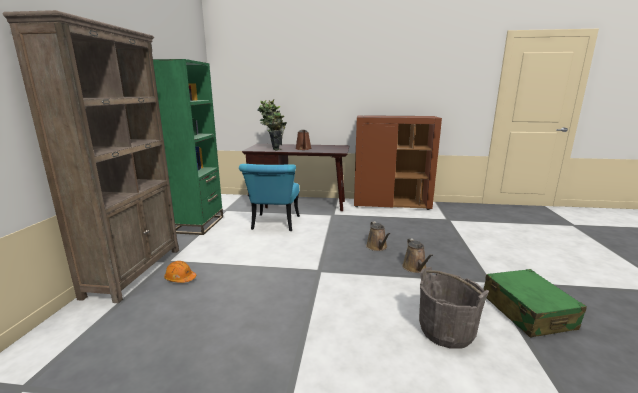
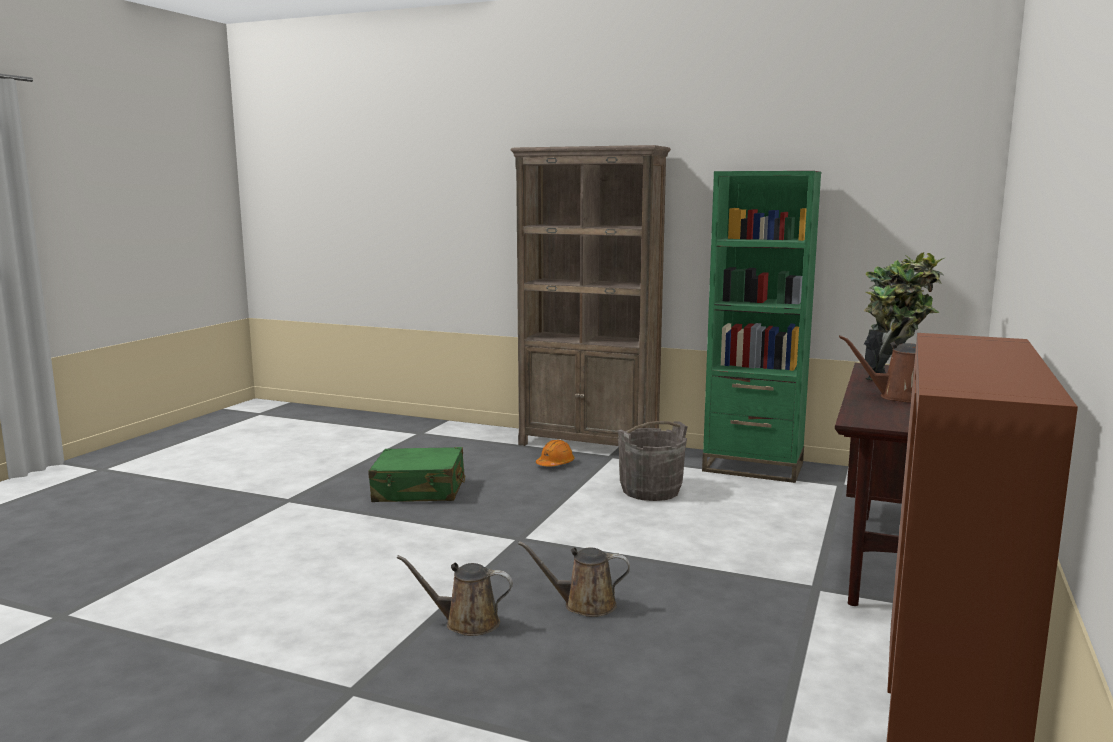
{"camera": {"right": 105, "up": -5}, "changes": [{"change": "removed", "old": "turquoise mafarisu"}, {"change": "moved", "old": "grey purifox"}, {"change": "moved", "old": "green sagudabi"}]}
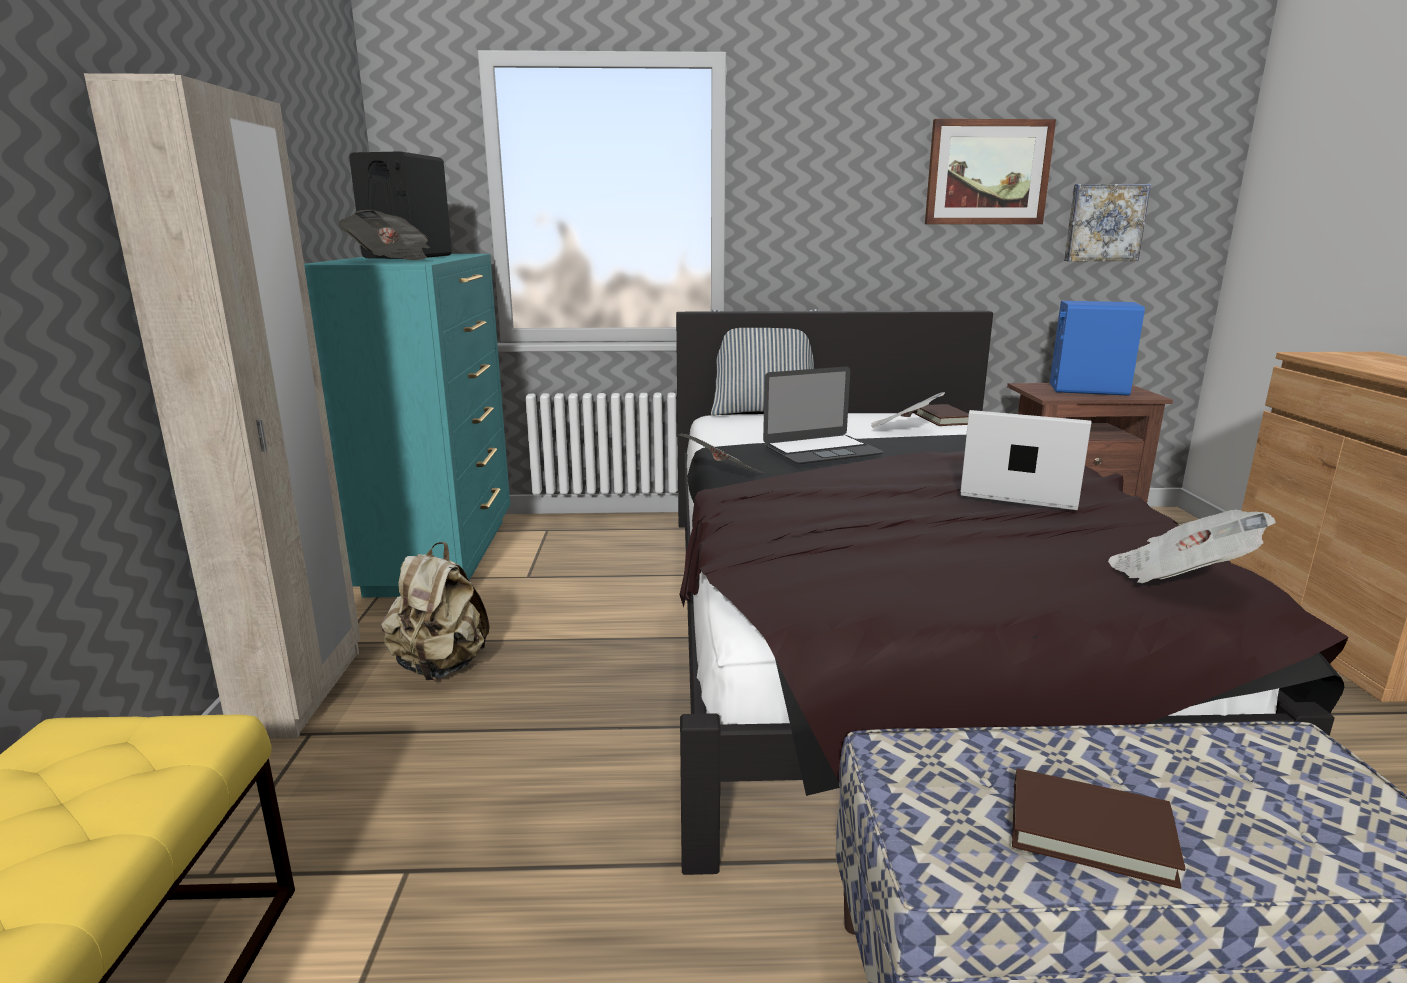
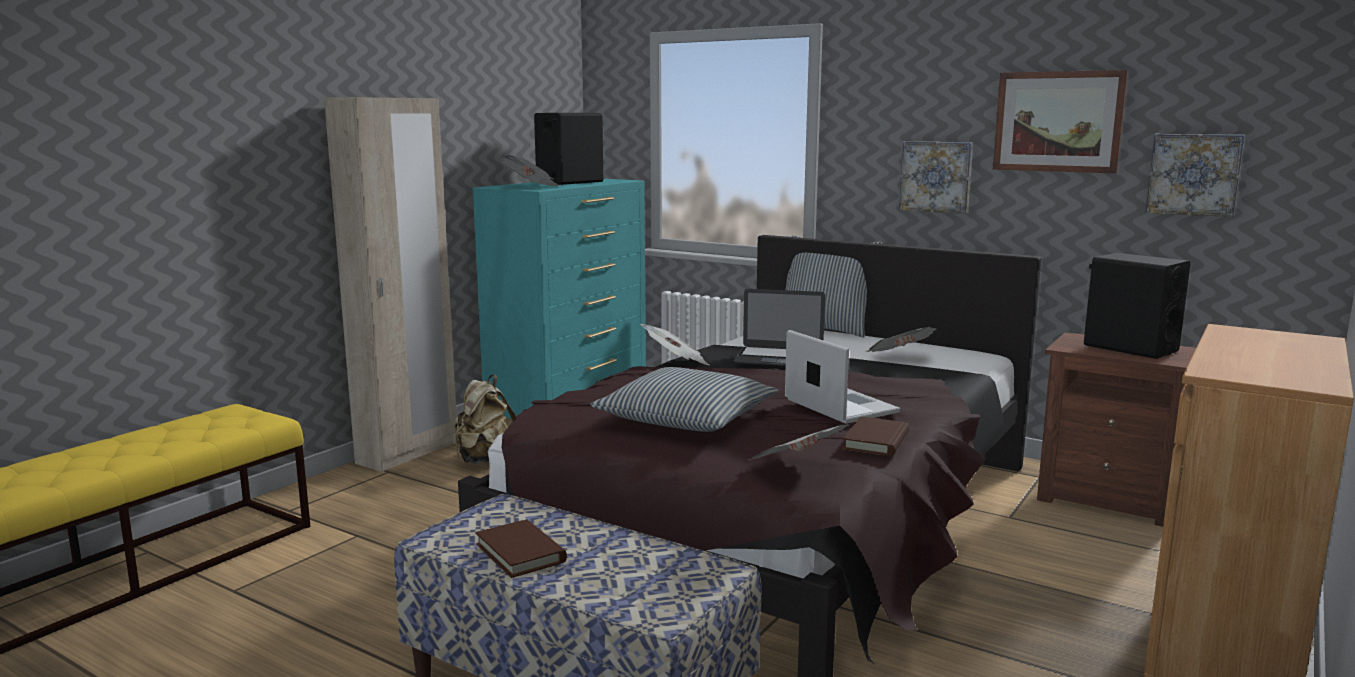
{"camera": {"right": 35, "up": -5}, "changes": [{"change": "recoloured", "old": "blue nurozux", "new": "black nurozux (2nd from left)"}, {"change": "moved", "old": "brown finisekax (1st from left in the first image)", "new": "brown finisekax (2nd from left)"}, {"change": "added", "new": "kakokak (1st from left)"}, {"change": "added", "new": "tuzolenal (1st from left)"}]}
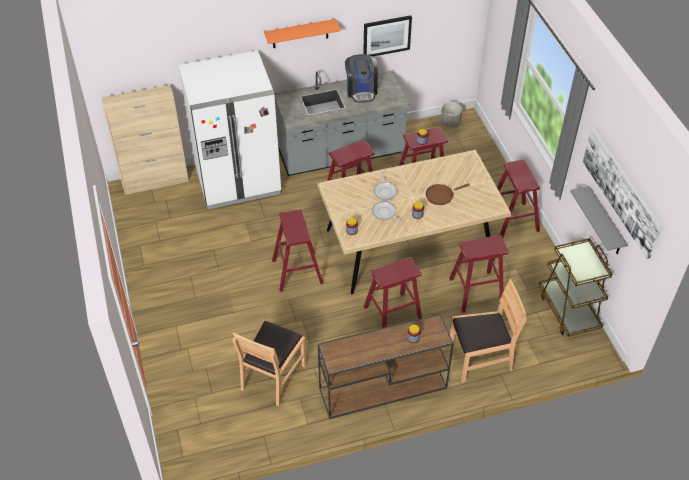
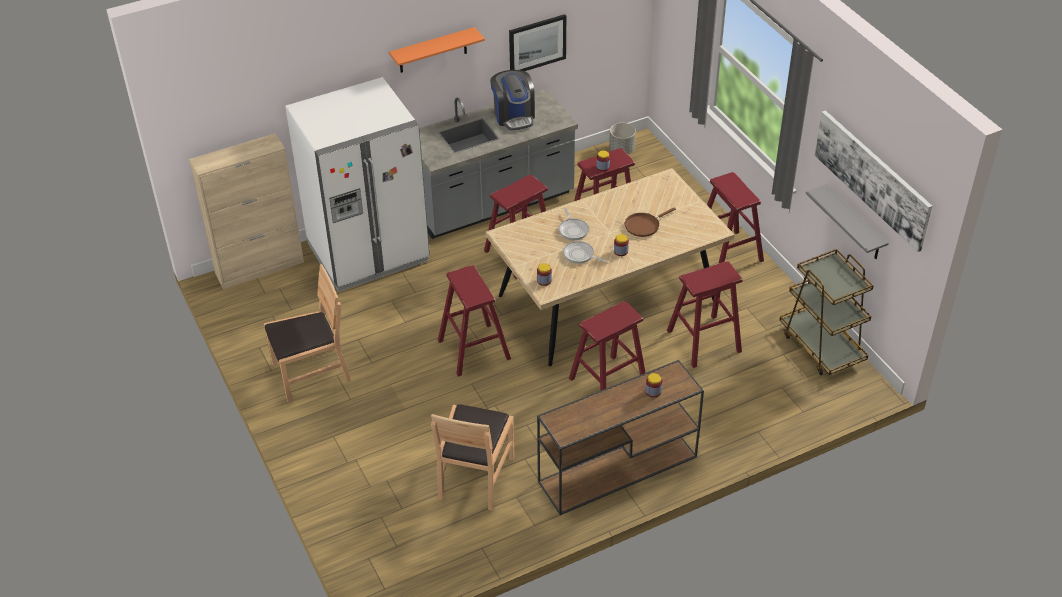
{"camera": {"right": -10, "up": -5}, "changes": [{"change": "moved", "old": "brown mafarisu (2nd from left in the first image)", "new": "brown mafarisu (1st from left)"}]}
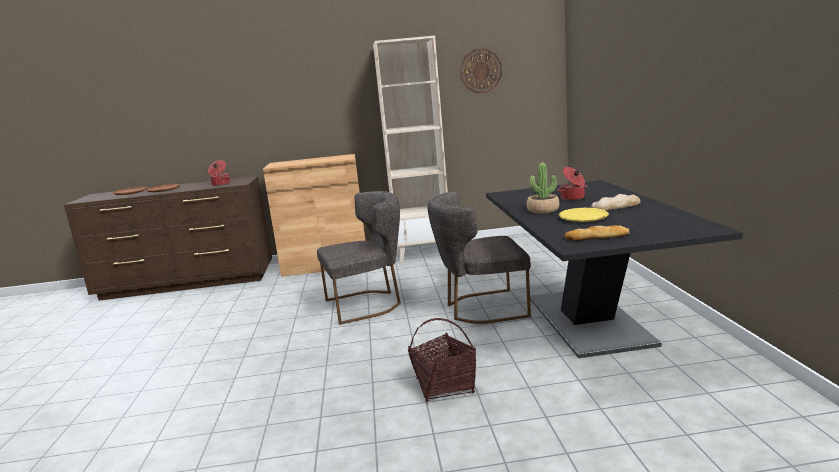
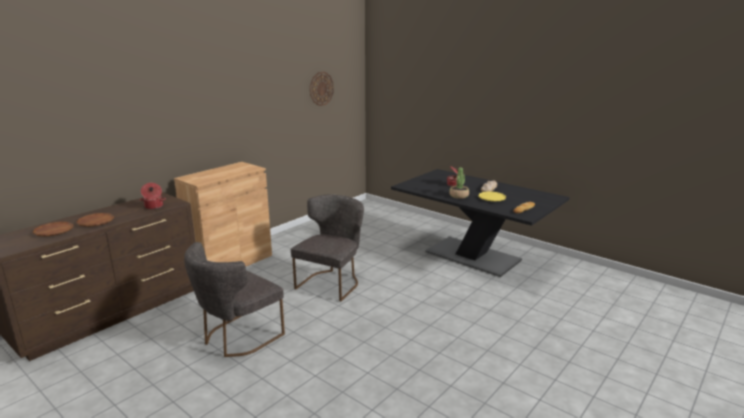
{"camera": {"right": -45, "up": 5}, "changes": [{"change": "removed", "old": "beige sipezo"}, {"change": "moved", "old": "grey mafarisu (2nd from left in the first image)", "new": "grey mafarisu (1st from left)"}, {"change": "removed", "old": "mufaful"}]}
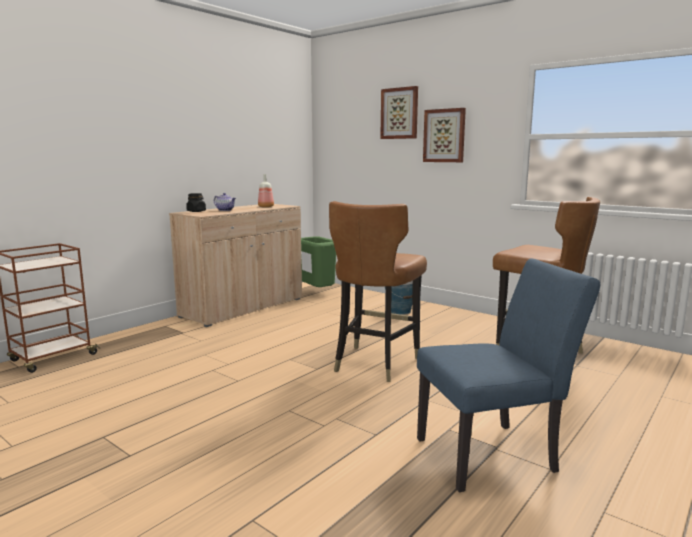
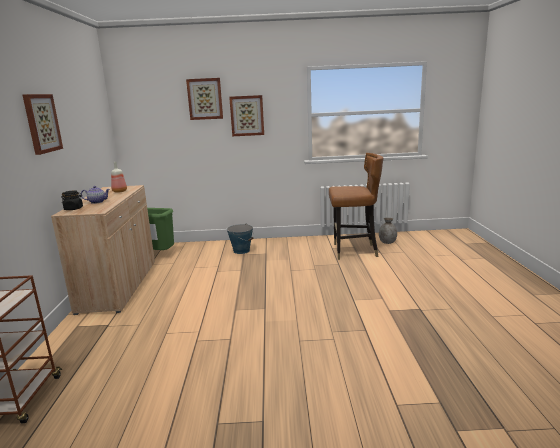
{"camera": {"right": -40, "up": 5}, "changes": [{"change": "removed", "old": "brown mafarisu (1st from left)"}, {"change": "removed", "old": "blue mafarisu"}, {"change": "added", "new": "kakokak (1st from left)"}, {"change": "added", "new": "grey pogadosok"}]}
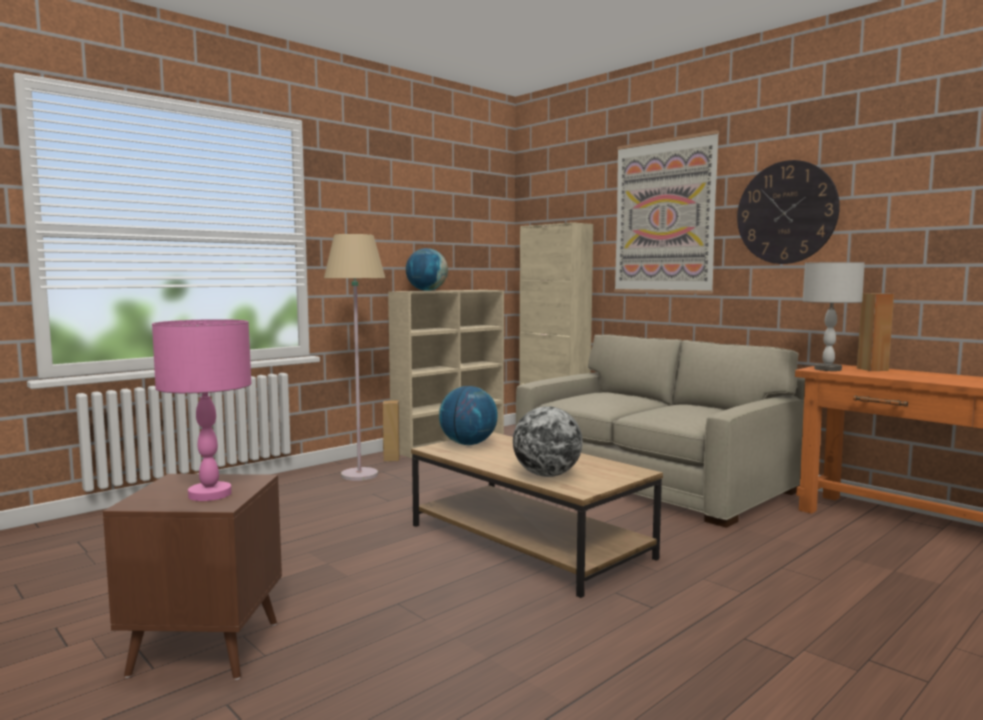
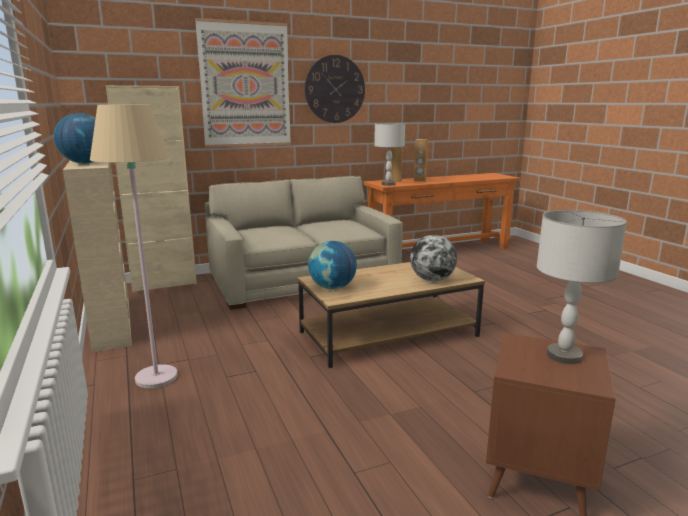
{"camera": {"right": -70, "up": 10}, "changes": [{"change": "recoloured", "old": "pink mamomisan", "new": "grey mamomisan (2nd from left)"}, {"change": "moved", "old": "brown nurozux (1st from left in the first image)", "new": "brown nurozux (2nd from left)"}]}
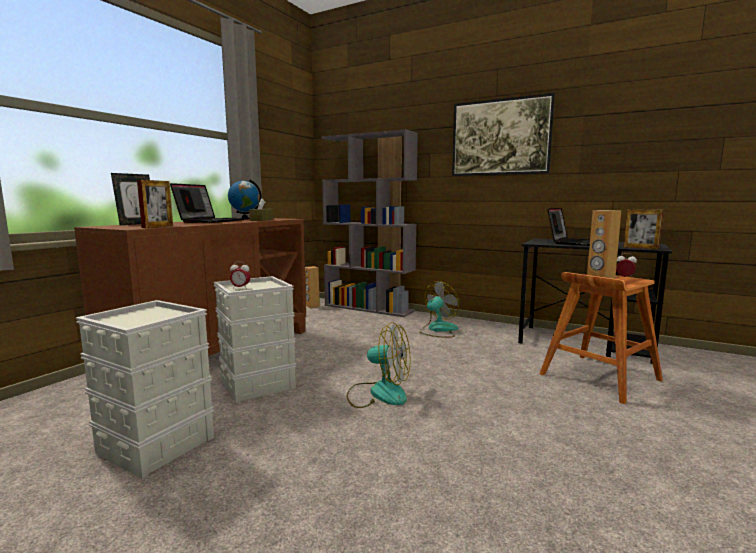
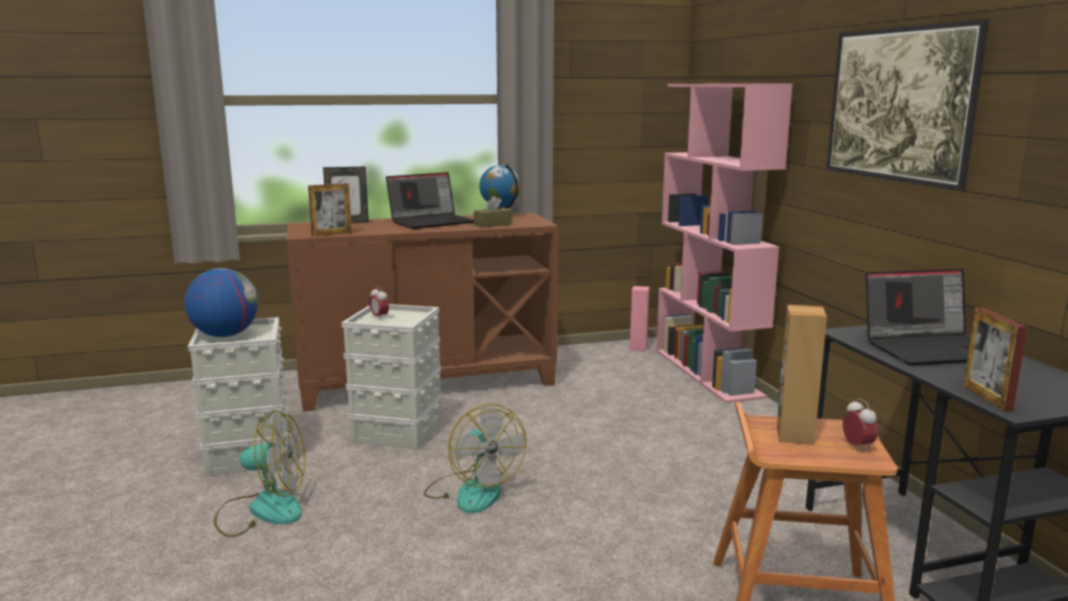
{"camera": {"right": 45, "up": 5}, "changes": [{"change": "recoloured", "old": "grey sipezo", "new": "pink sipezo"}, {"change": "recoloured", "old": "brown nurozux (1st from left)", "new": "pink nurozux"}, {"change": "moved", "old": "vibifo (2nd from left in the first image)", "new": "vibifo (1st from left)"}, {"change": "added", "new": "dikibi (1st from left)"}]}
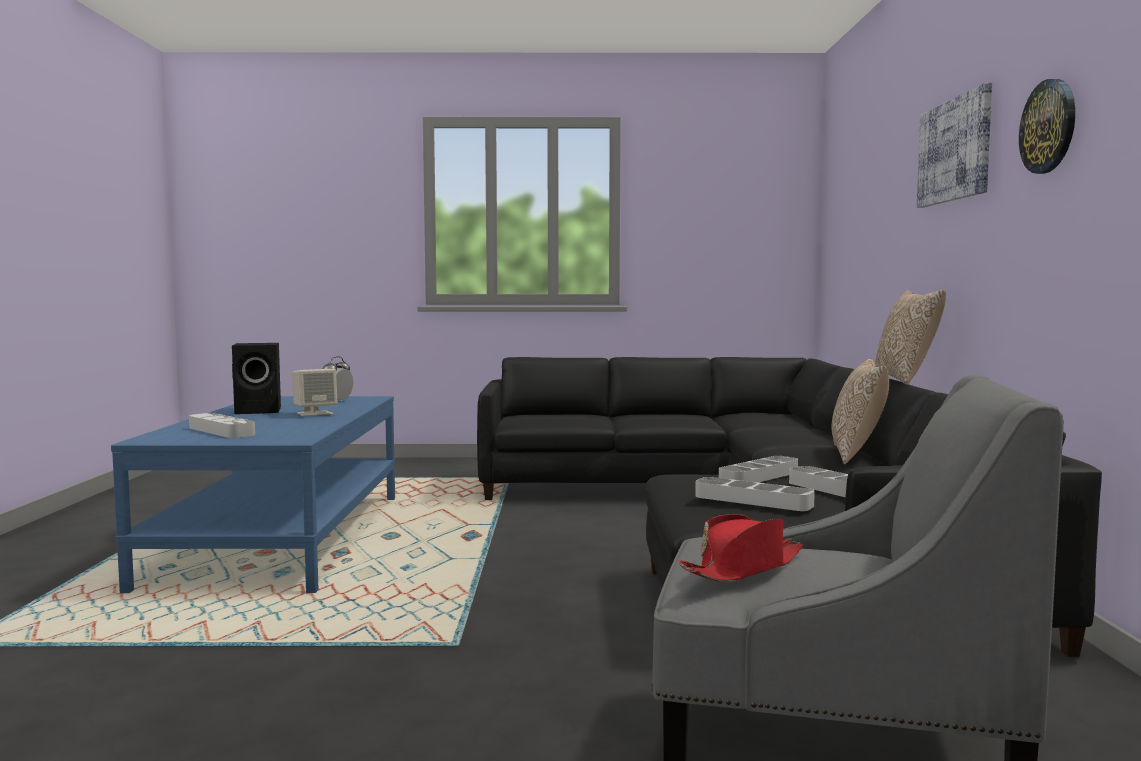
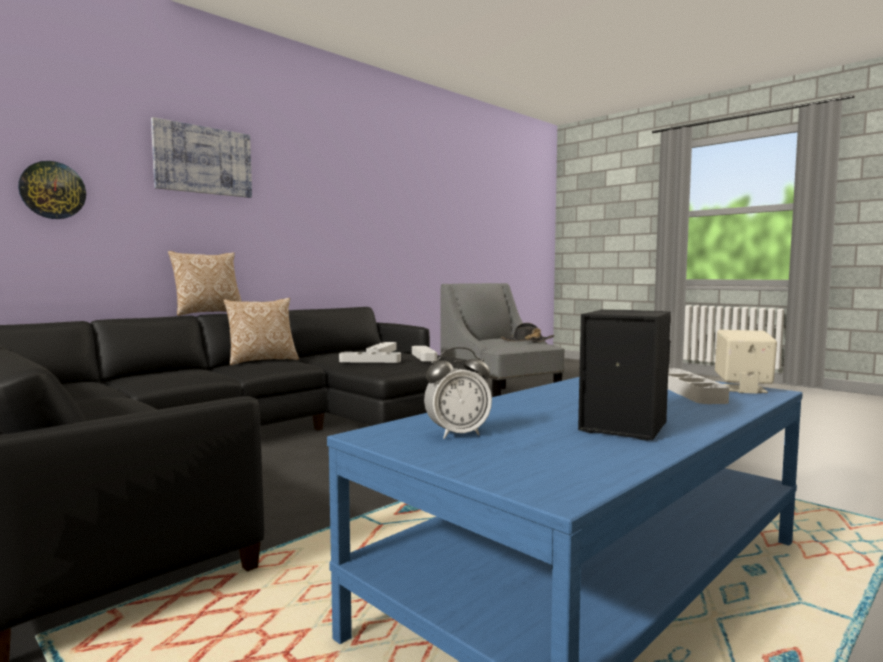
{"camera": {"right": -135, "up": 0}, "changes": [{"change": "moved", "old": "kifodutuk"}, {"change": "moved", "old": "beige nurozux"}, {"change": "recoloured", "old": "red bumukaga", "new": "black bumukaga"}]}
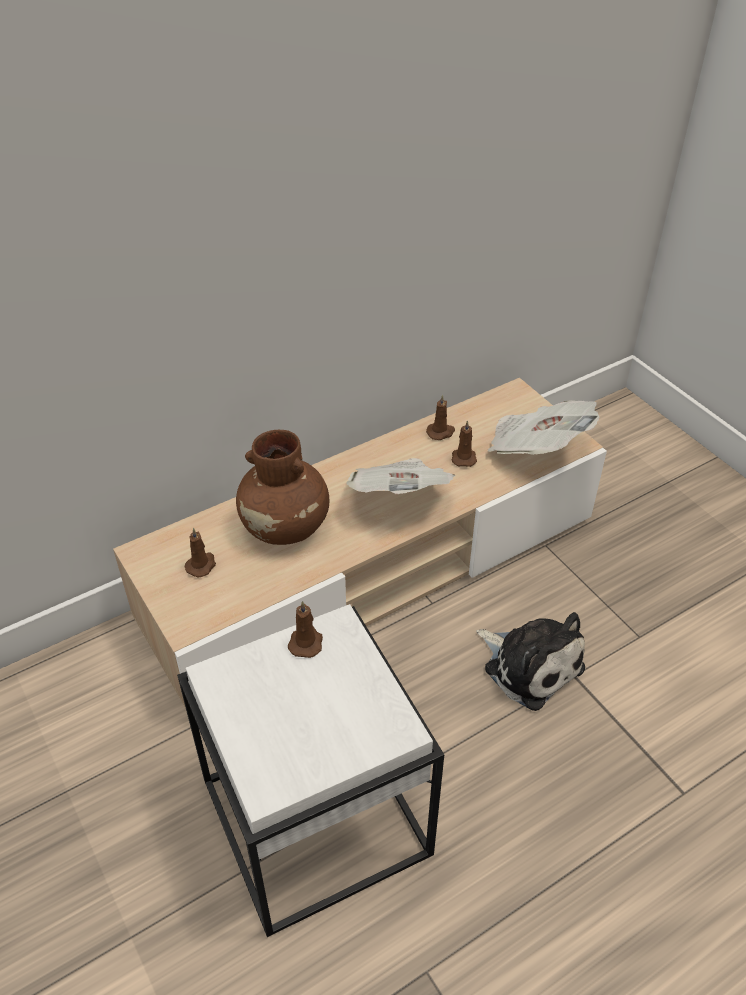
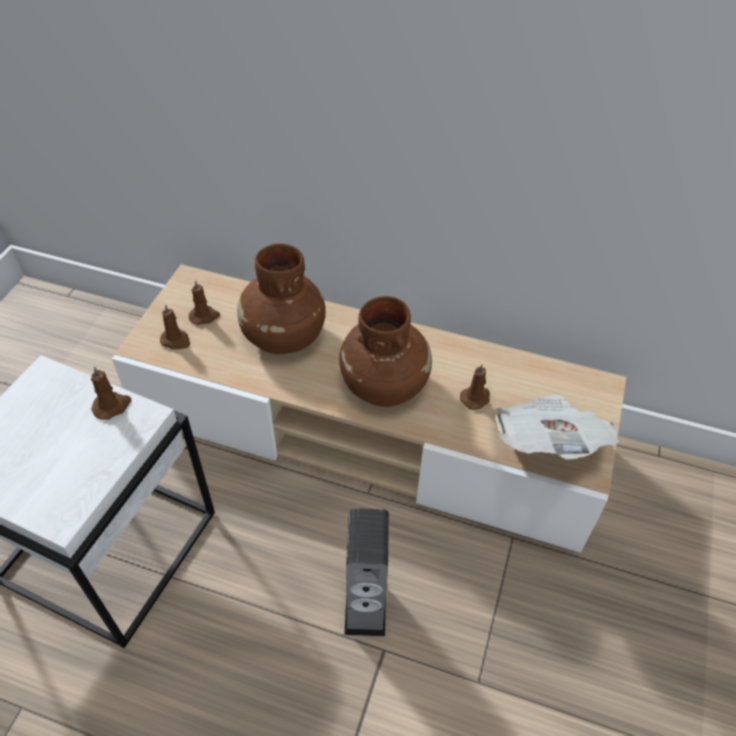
{"camera": {"right": 50, "up": 5}, "changes": [{"change": "moved", "old": "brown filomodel (3rd from left in the first image)", "new": "brown filomodel (2nd from left)"}, {"change": "replaced", "old": "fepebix (1st from left)", "new": "brown pogadosok (2nd from left)"}, {"change": "replaced", "old": "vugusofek", "new": "nurozux"}]}
